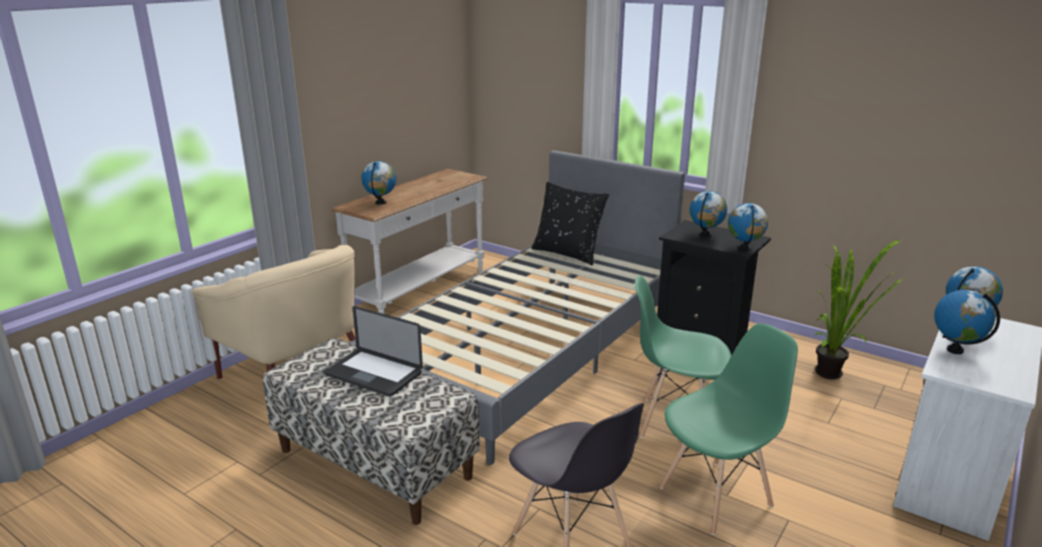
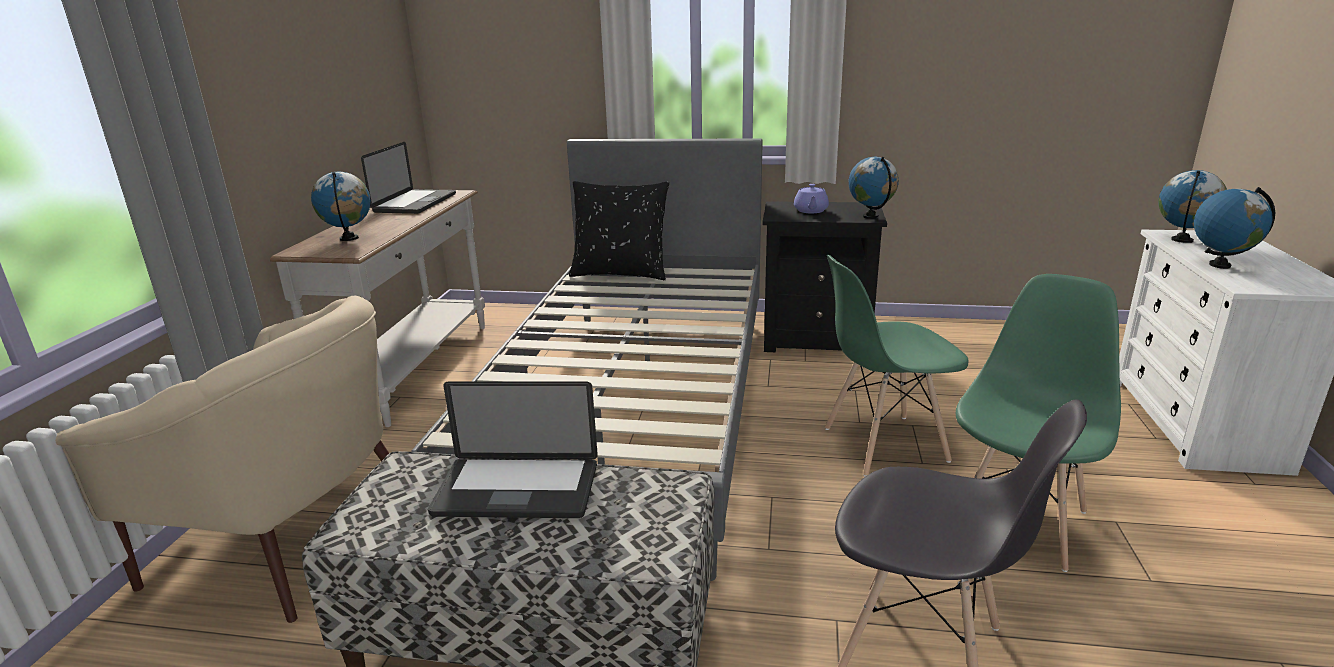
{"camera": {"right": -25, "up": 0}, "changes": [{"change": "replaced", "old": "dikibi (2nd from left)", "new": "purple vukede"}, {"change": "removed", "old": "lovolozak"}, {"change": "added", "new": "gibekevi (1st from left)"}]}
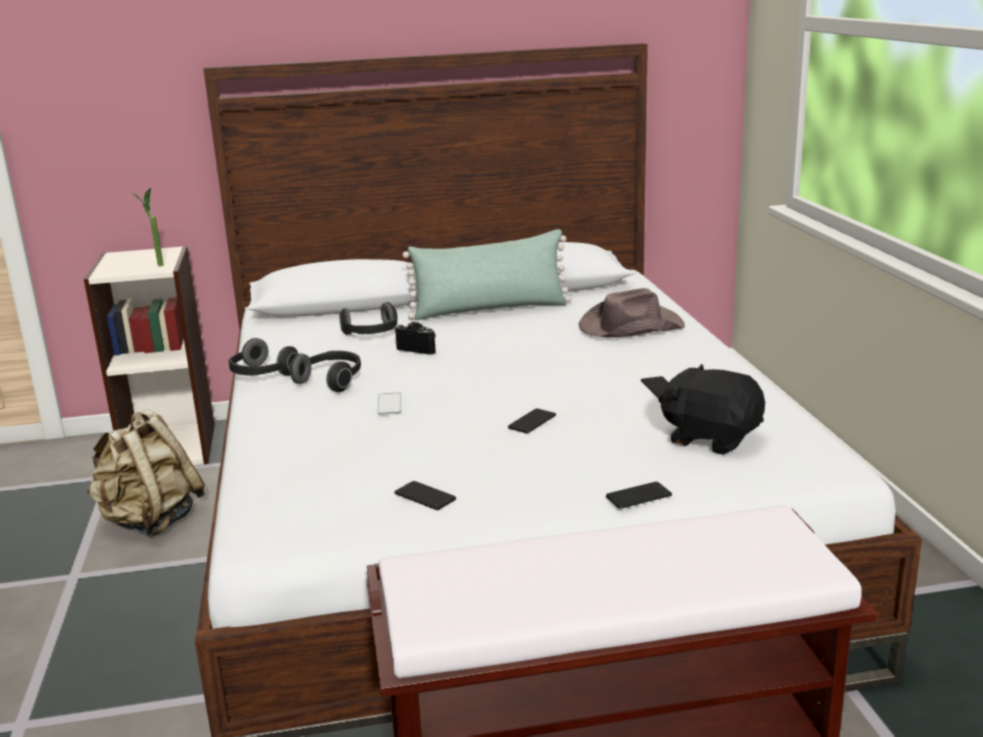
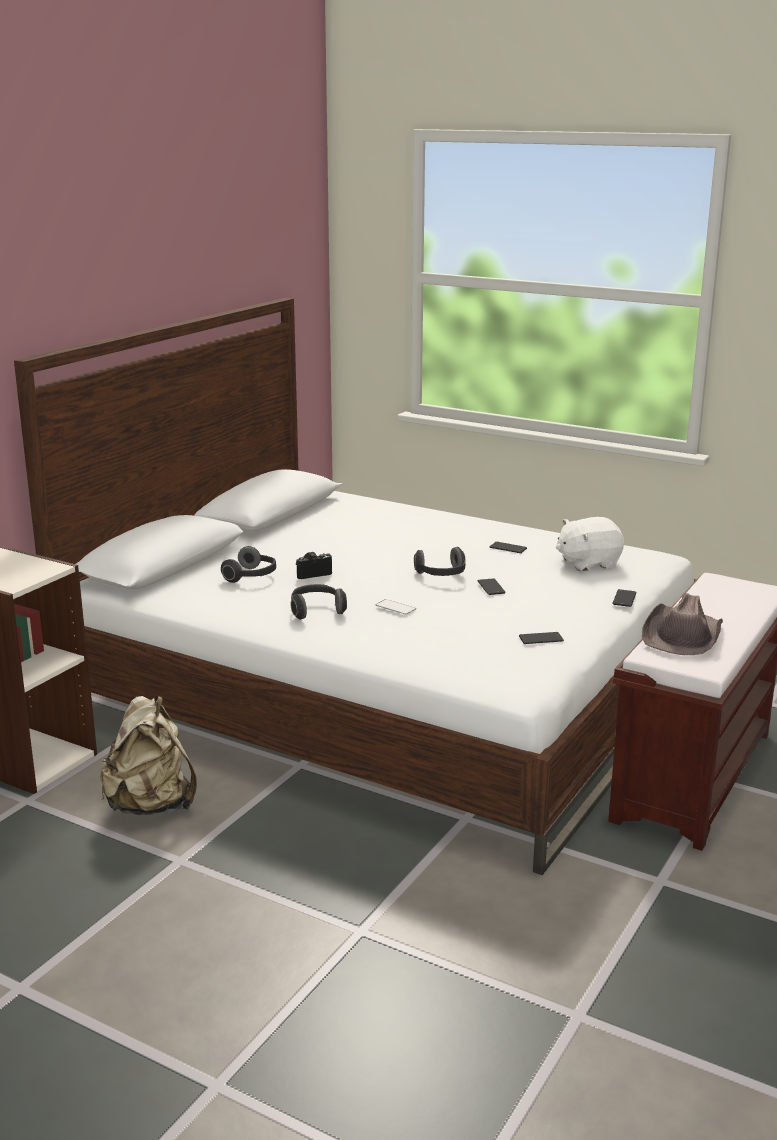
{"camera": {"right": -50, "up": 0}, "changes": [{"change": "removed", "old": "lovolozak"}, {"change": "removed", "old": "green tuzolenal"}, {"change": "moved", "old": "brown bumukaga"}, {"change": "moved", "old": "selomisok (1st from left in the first image)", "new": "selomisok (3rd from left)"}, {"change": "recoloured", "old": "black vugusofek", "new": "white vugusofek"}]}
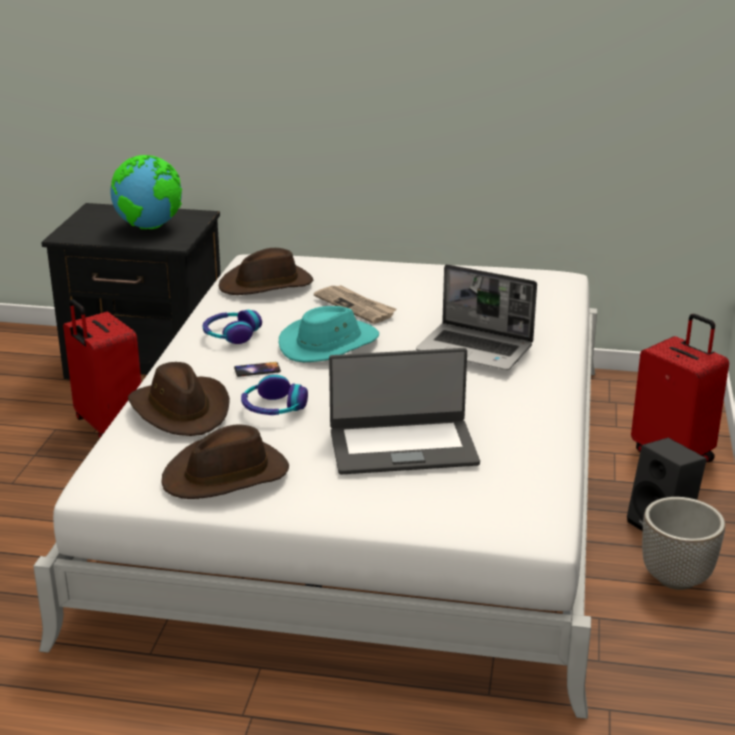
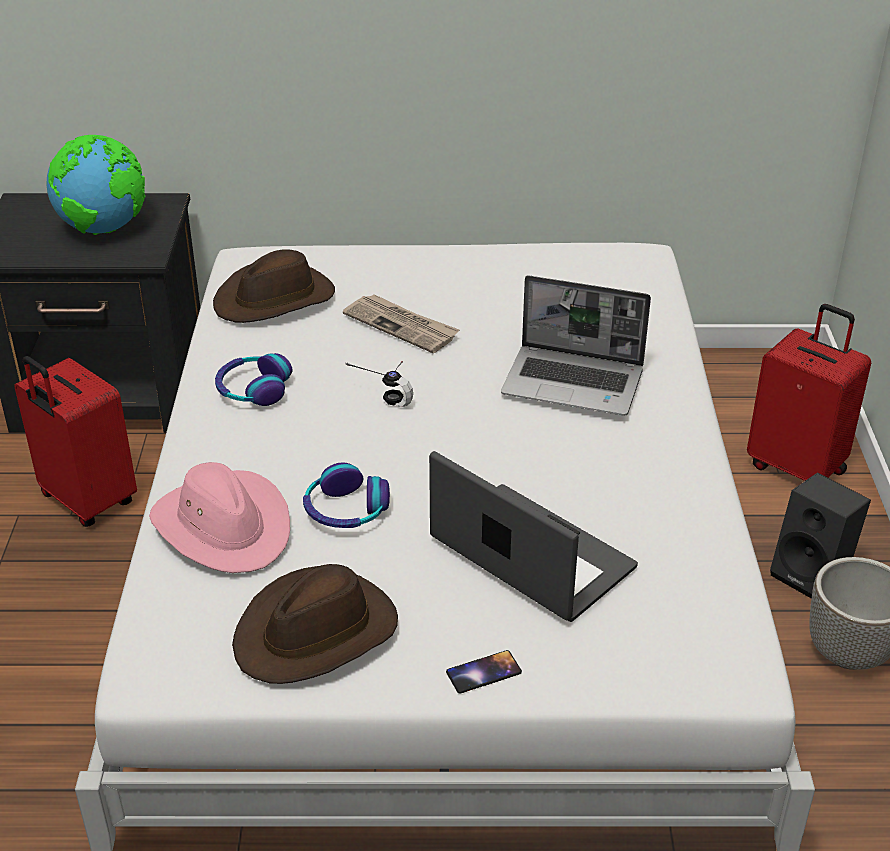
{"camera": {"right": -10, "up": 10}, "changes": [{"change": "replaced", "old": "turquoise bumukaga", "new": "selomisok (3rd from left)"}, {"change": "turned", "old": "gibekevi (1st from left)", "degrees": -120}, {"change": "recoloured", "old": "brown bumukaga (1st from left)", "new": "pink bumukaga"}, {"change": "moved", "old": "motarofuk"}]}
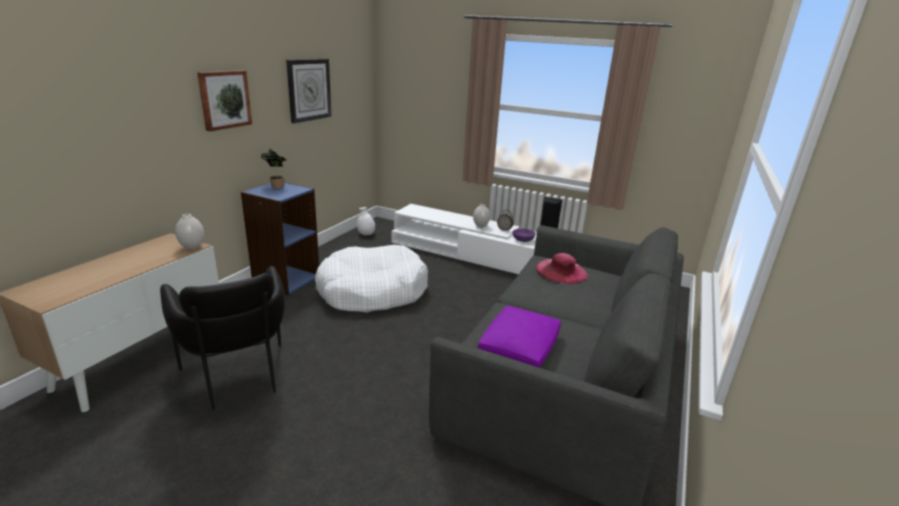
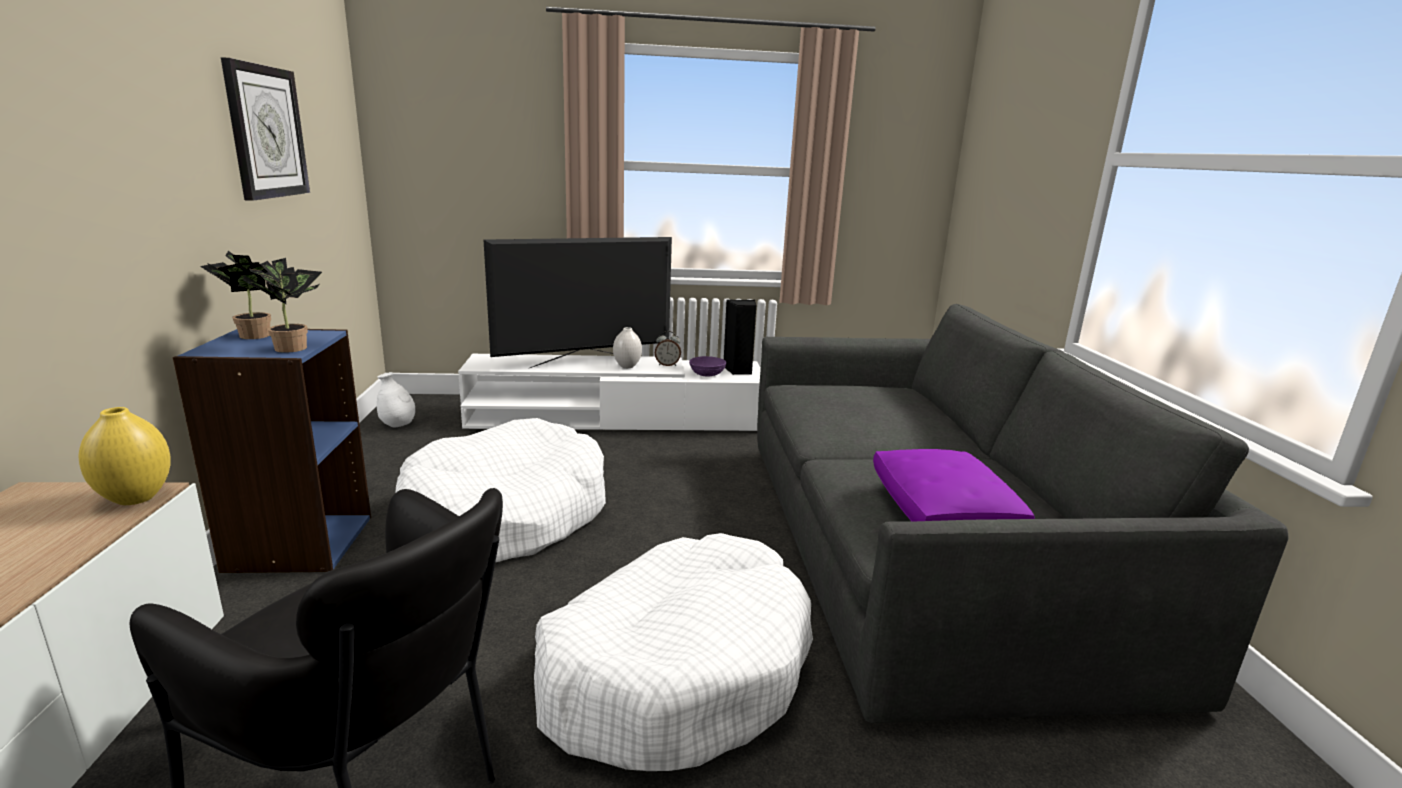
{"camera": {"right": -30, "up": -5}, "changes": [{"change": "removed", "old": "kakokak"}, {"change": "recoloured", "old": "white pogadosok (1st from left)", "new": "yellow pogadosok"}, {"change": "removed", "old": "pink bumukaga"}, {"change": "added", "new": "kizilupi"}, {"change": "added", "new": "lovolozak (2nd from left)"}, {"change": "added", "new": "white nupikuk (2nd from left)"}]}
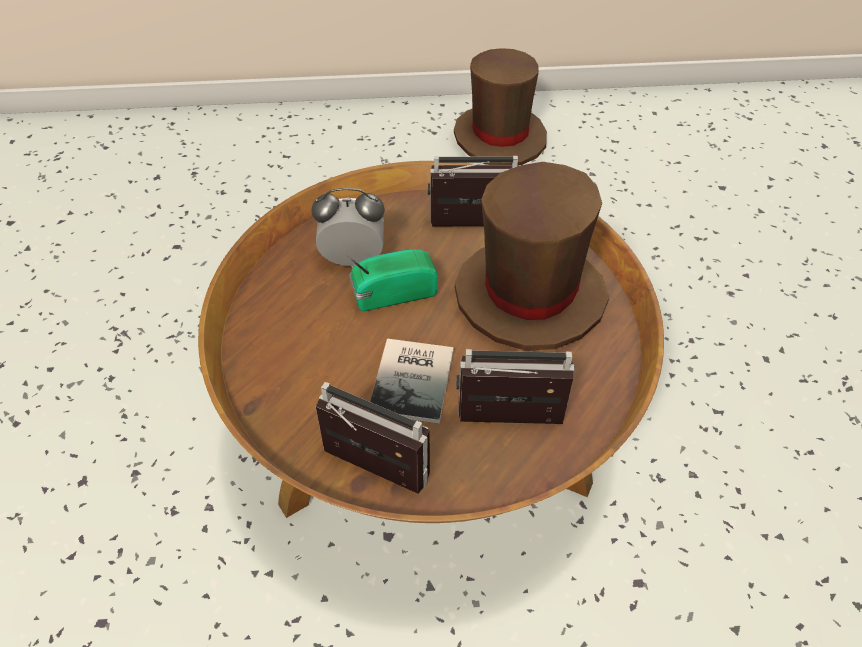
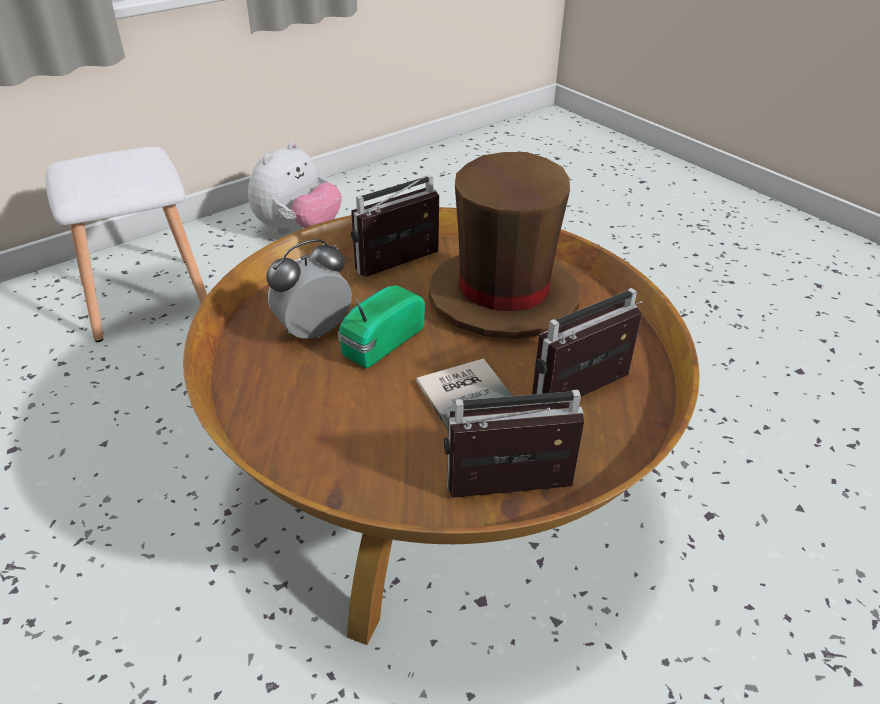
{"camera": {"right": -35, "up": -10}, "changes": [{"change": "replaced", "old": "brown bumukaga (1st from left)", "new": "vugusofek"}, {"change": "added", "new": "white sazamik"}]}
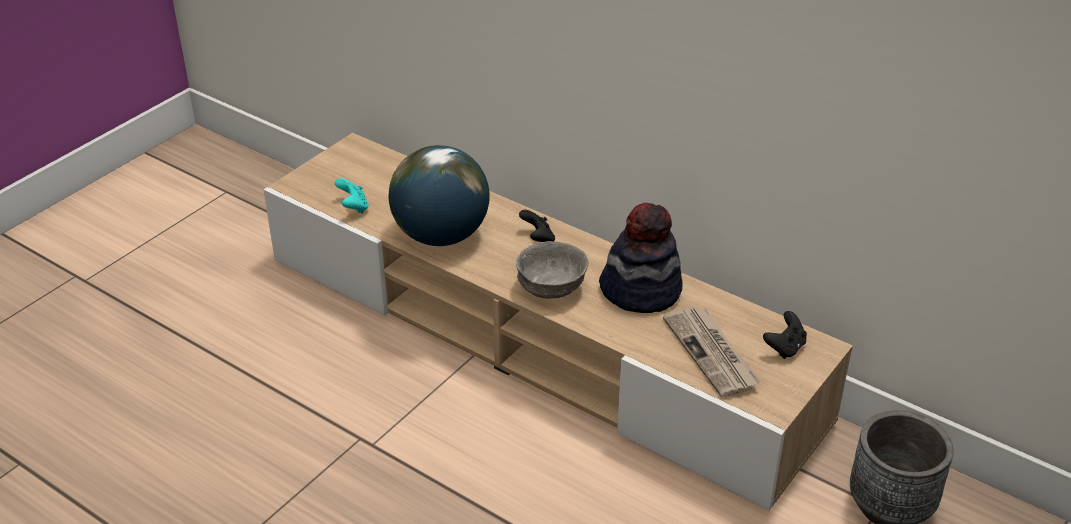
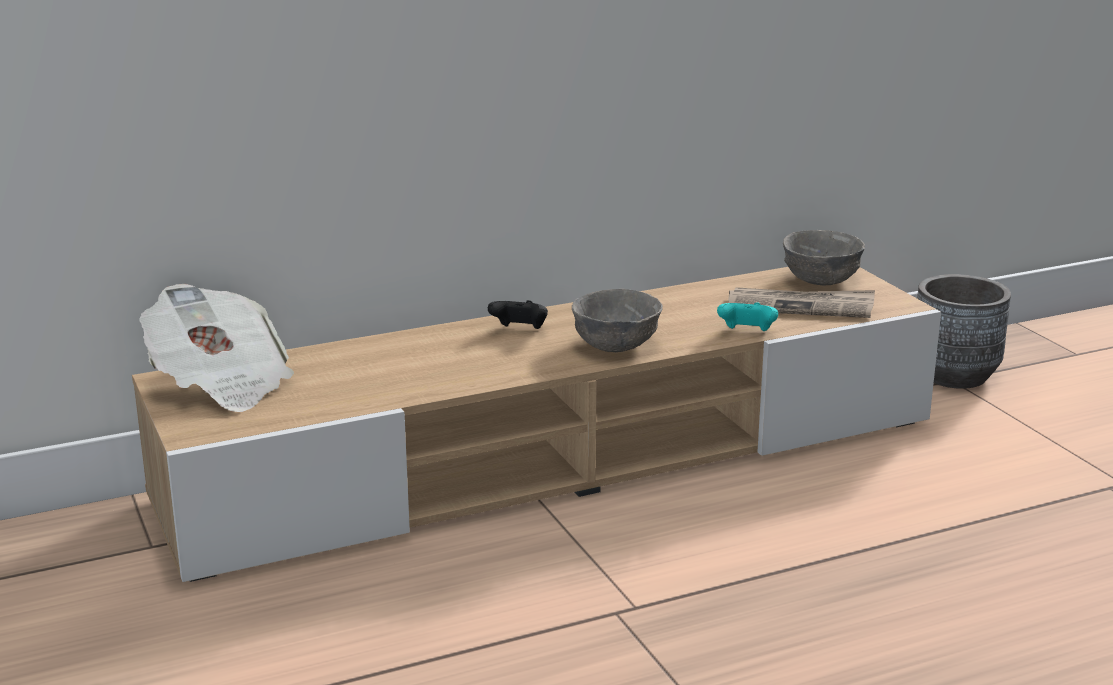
{"camera": {"right": -60, "up": -15}, "changes": [{"change": "removed", "old": "dikibi"}, {"change": "moved", "old": "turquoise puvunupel"}, {"change": "removed", "old": "bumukaga"}, {"change": "replaced", "old": "black puvunupel (2nd from left)", "new": "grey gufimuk (2nd from left)"}, {"change": "added", "new": "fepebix (1st from left)"}]}
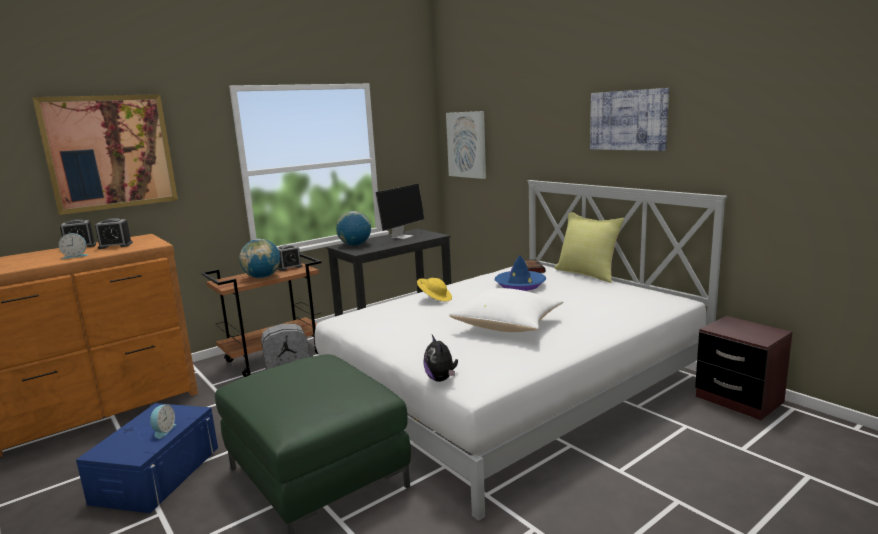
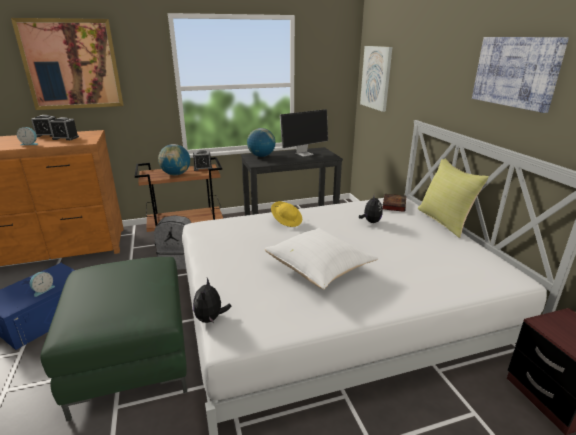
{"camera": {"right": 20, "up": 10}, "changes": [{"change": "replaced", "old": "blue bumukaga", "new": "vugusofek (2nd from left)"}]}
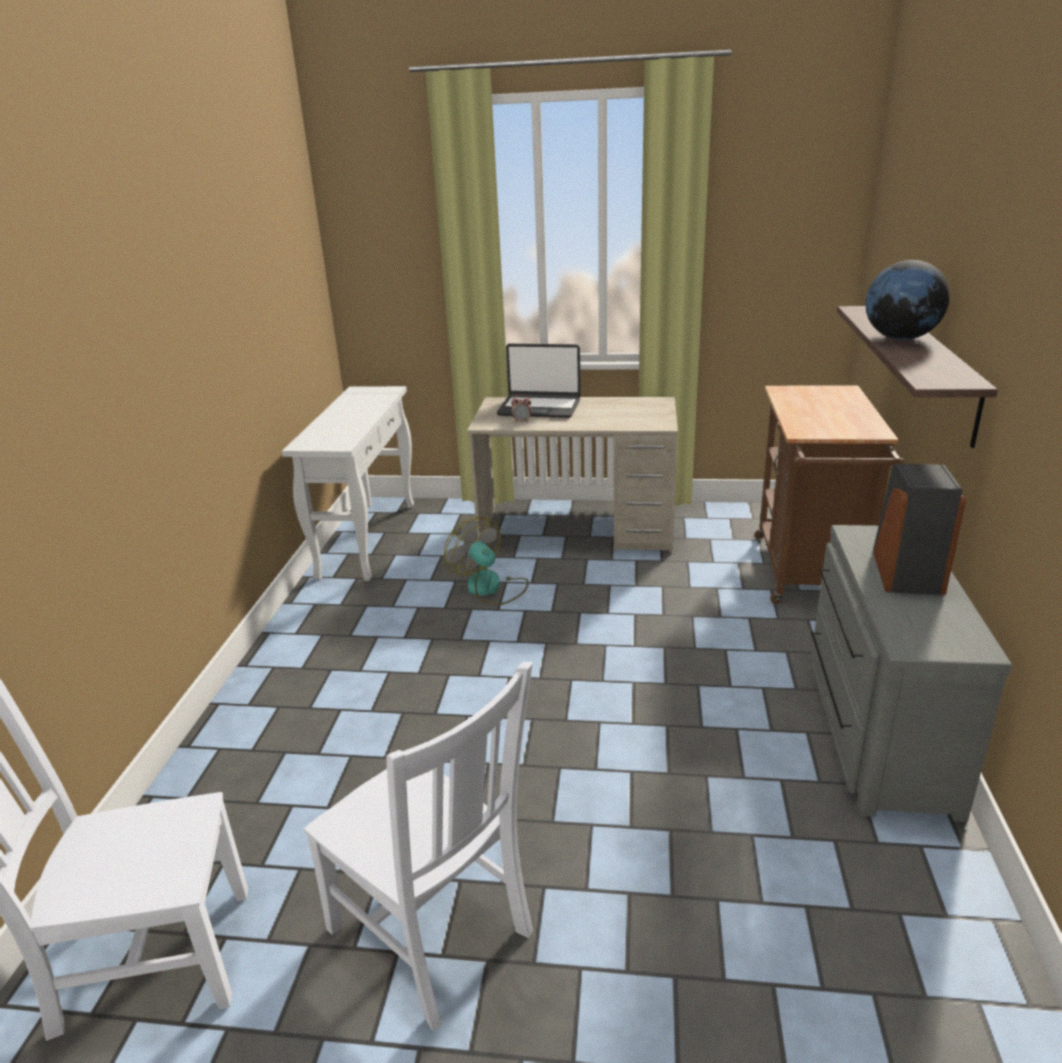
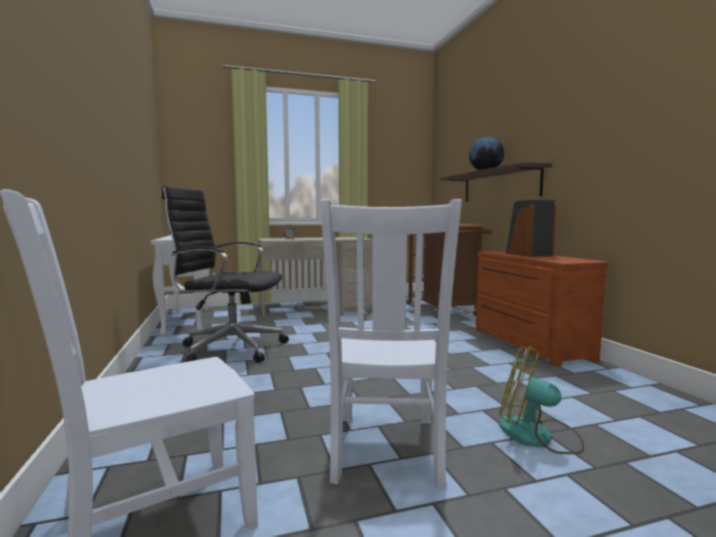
{"camera": {"right": -25, "up": -20}, "changes": [{"change": "removed", "old": "gibekevi"}, {"change": "moved", "old": "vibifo"}, {"change": "recoloured", "old": "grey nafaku", "new": "brown nafaku"}, {"change": "turned", "old": "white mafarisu (2nd from left)", "degrees": 75}, {"change": "added", "new": "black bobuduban"}]}
